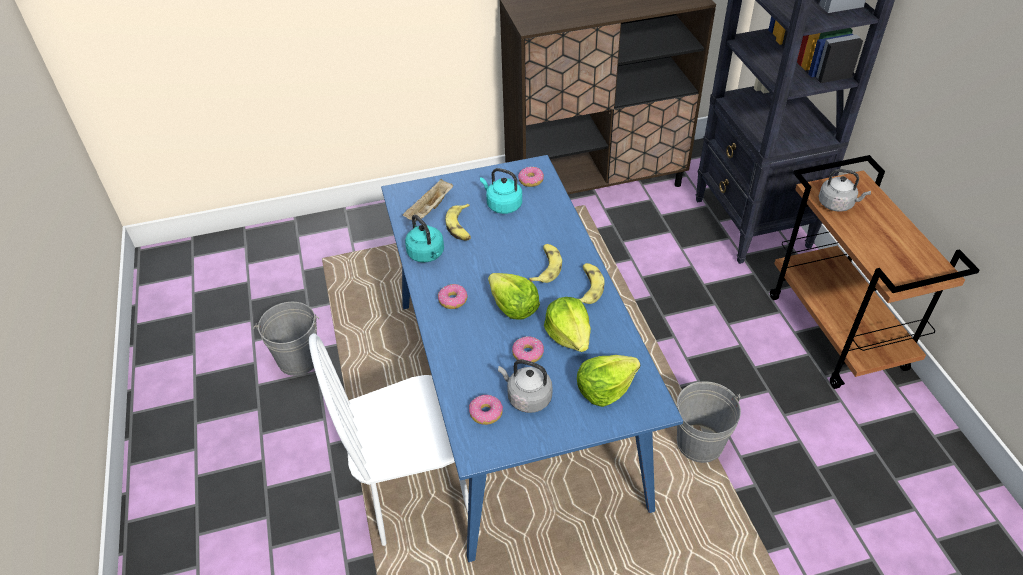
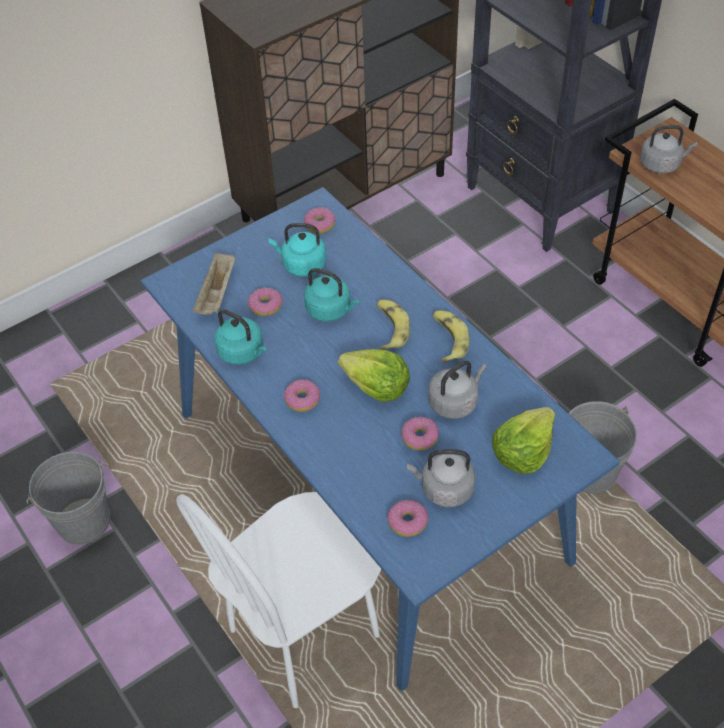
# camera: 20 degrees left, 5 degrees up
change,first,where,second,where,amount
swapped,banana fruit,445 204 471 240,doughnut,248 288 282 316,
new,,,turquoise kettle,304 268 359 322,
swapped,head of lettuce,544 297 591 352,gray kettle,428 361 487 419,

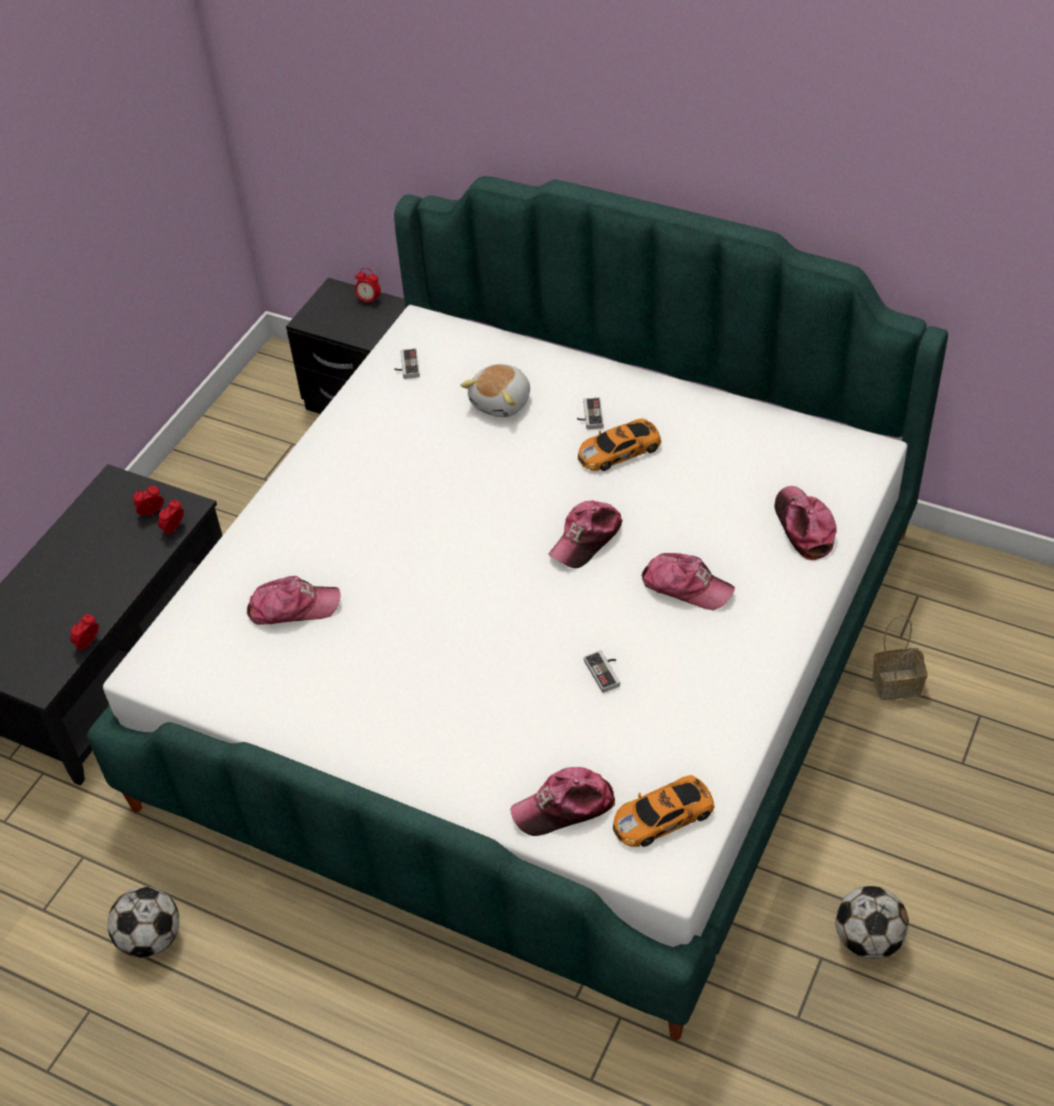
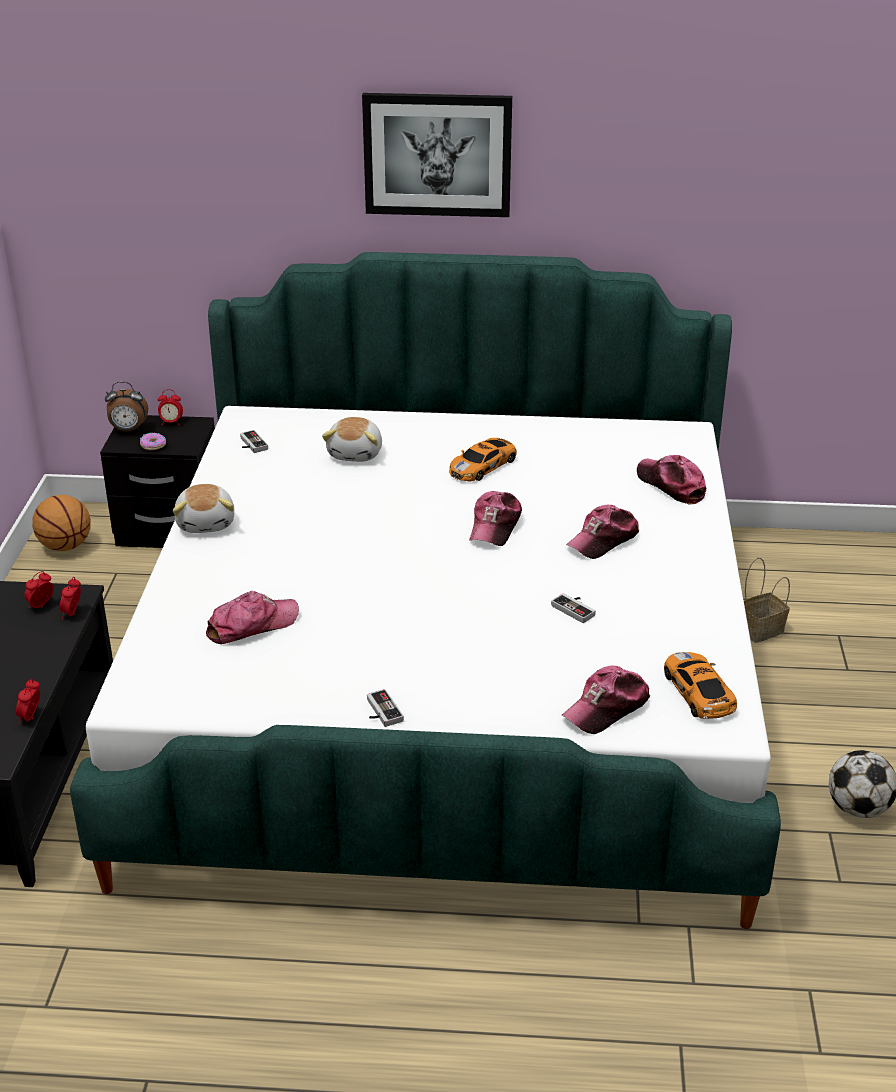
# camera: 25 degrees left, 15 degrees down
change,first,where,second,where,amount
new,,,basketball ball,32 495 91 551,
new,,,alarm clock,105 382 148 431,
new,,,doughnut,140 433 166 450,
new,,,cuddly toy,173 484 234 533,
new,,,wall art,362 93 512 217,
shifted,gamepad,577 398 604 429,,367 689 404 727,
rotated,cap,642 553 735 610,,566 505 640 559,135 degrees clockwise
rotated,model car,613 775 715 847,,664 652 737 719,120 degrees clockwise
gone,football ball,108 886 179 958,,,

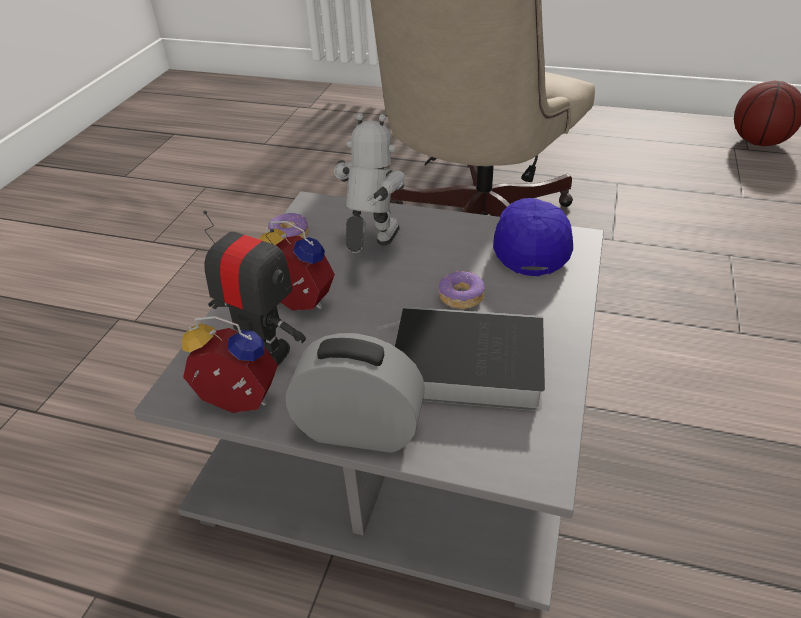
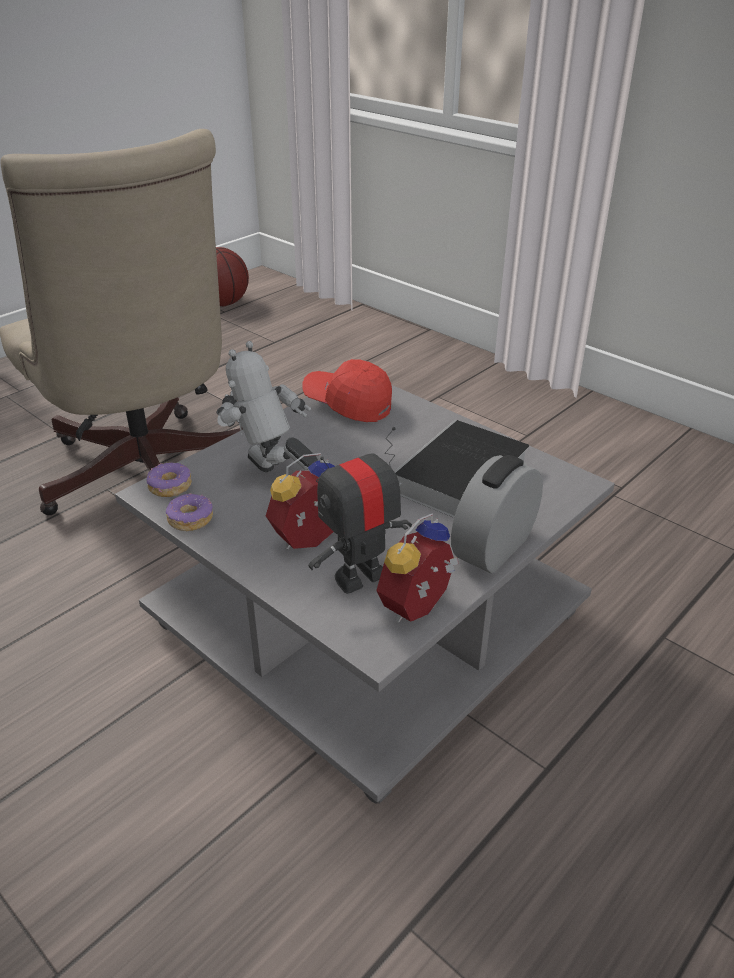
# camera: 65 degrees left, 5 degrees down
change,first,where,second,where,amount
shifted,doughnut,439 270 485 309,,147 463 192 497,
repainted,blue-coloured cap,493 198 573 276,red-coloured cap,302 359 392 422,

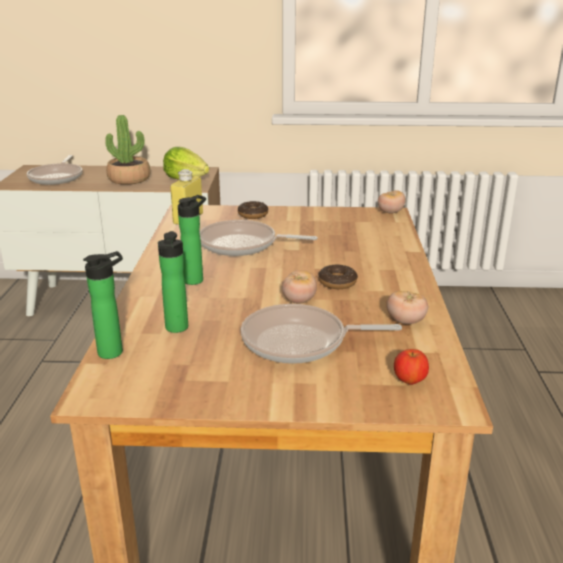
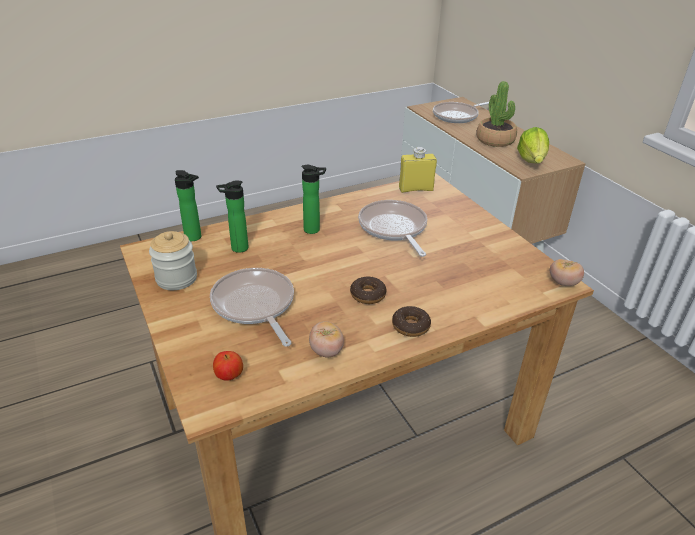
# camera: 60 degrees right, 10 degrees up
change,first,where,second,where,amount
new,,,preserve jar,149 231 197 290,
shifted,doughnut,238 201 268 219,,392 306 431 337,
gone,fresh tomato,282 270 317 303,,,

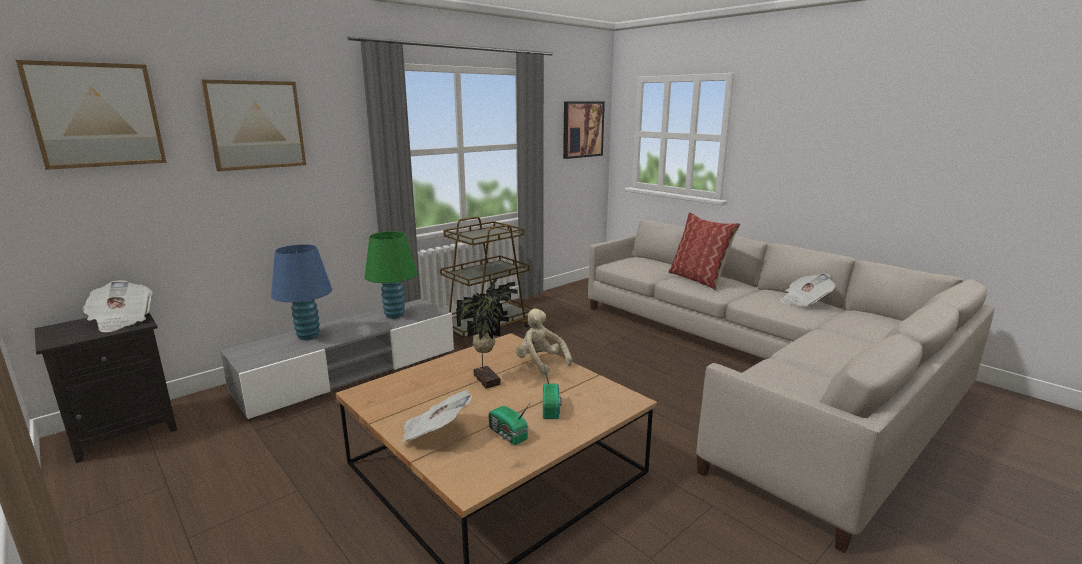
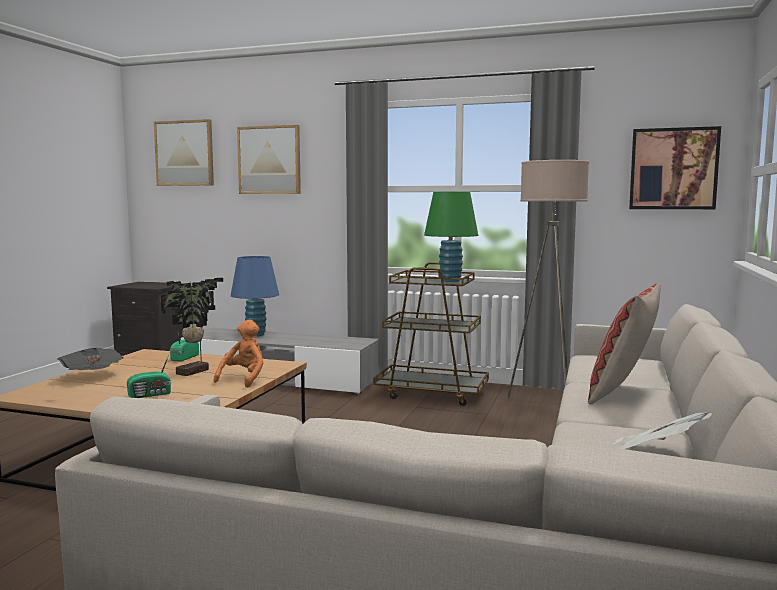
# camera: 60 degrees right, 10 degrees down
change,first,where,second,where,amount
shifted,radio,488 402 531 445,,170 333 199 362,
repainted,beige-coloured cuddly toy,516 309 572 375,orange cuddly toy,214 320 263 388,
shifted,greenish lamp for a table,365 232 417 319,,424 192 478 282,
new,,,beige-coloured standing lamp,507 160 589 399,
gone,printed paper,82 280 152 333,,,

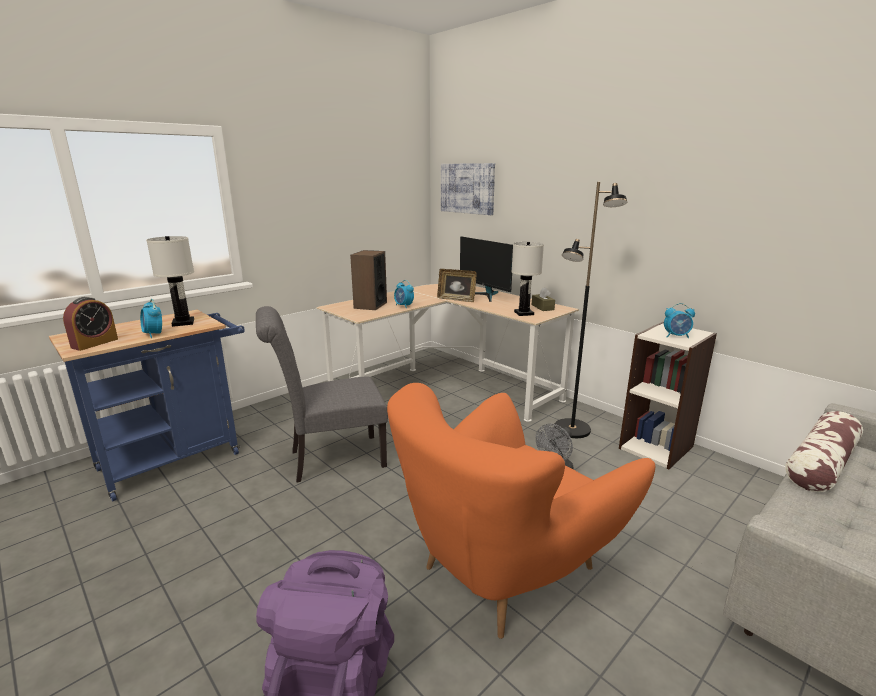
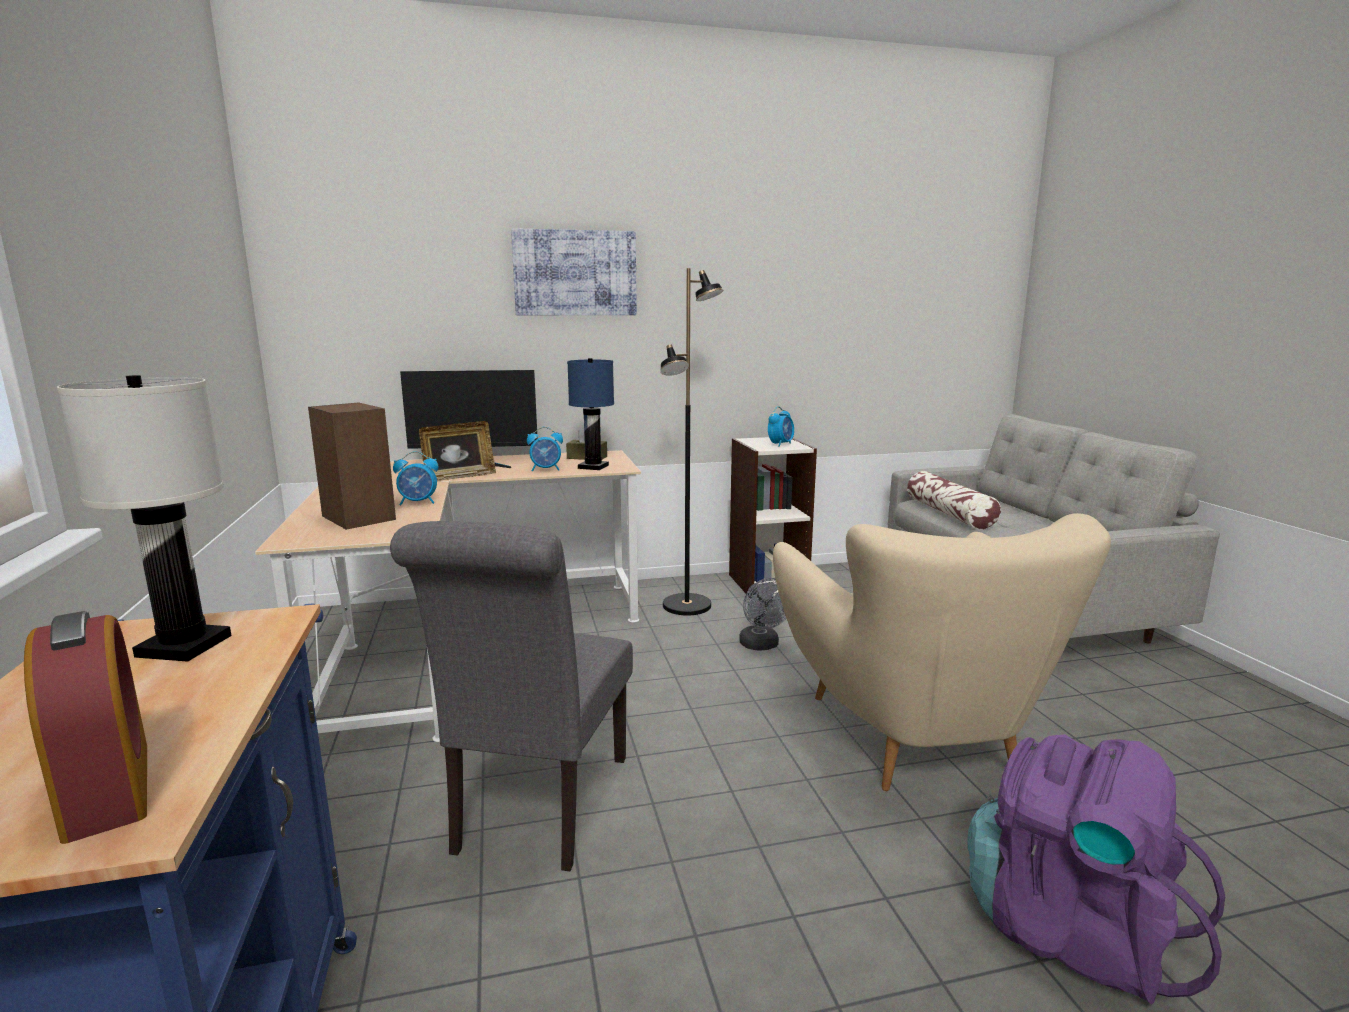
# camera: 60 degrees left, 5 degrees down
change,first,where,second,where,amount
shifted,wall art,441 163 495 215,,511 228 637 315,
shifted,alarm clock,140 299 162 338,,527 427 563 472,
repainted,white-coloured lamp for a table,511 242 544 316,blue-coloured lamp for a table,567 358 614 470,
repainted,orange armchair,387 383 655 639,beige-coloured armchair,773 513 1111 791,

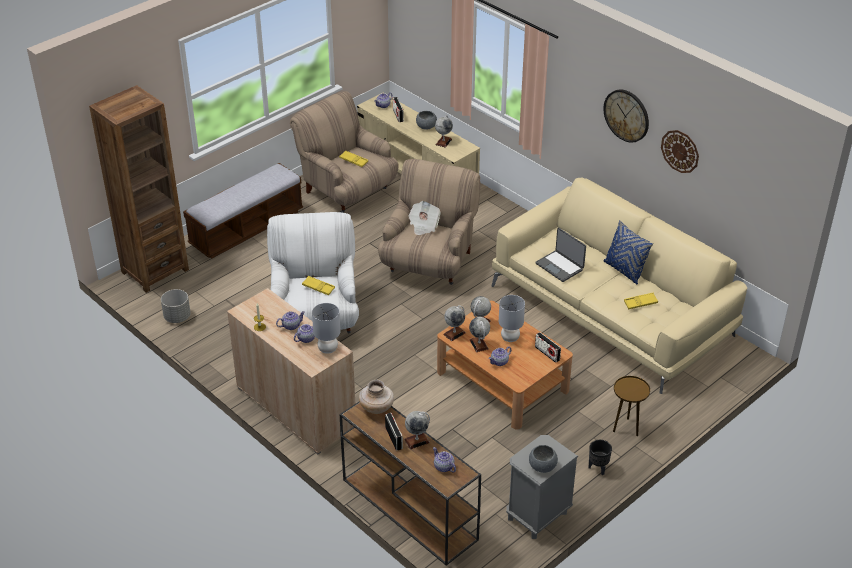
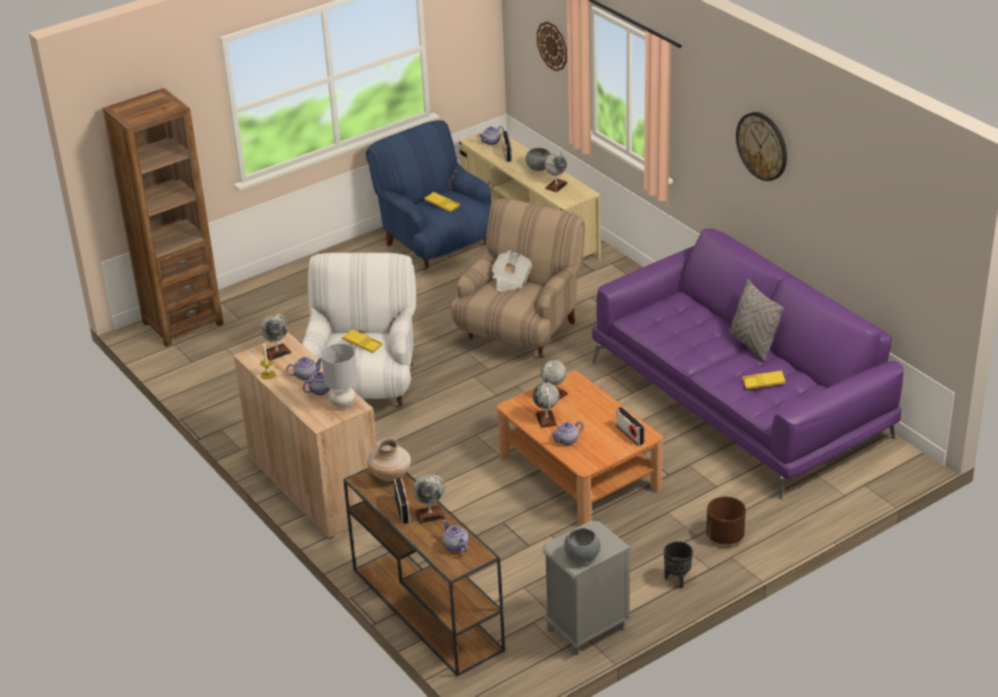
# camera: 10 degrees right, 5 degrees down
change,first,where,second,where,amount
shifted,globe,443 305 466 341,,260 314 292 360,
repainted,beige-coloured armchair,290 91 399 213,blue-coloured armchair,366 120 492 270,
shifted,hanging clock,661 130 699 173,,537 21 567 71,
repainted,beige-coloured settee,492 178 747 394,purple settee,592 228 904 500,
swapped,brown-coloured end table,613 376 650 436,brown-coloured plant pot,706 496 746 545,
repainted,blue-coloured cushion,603 220 653 284,gray cushion,728 279 784 361,
gone,gray plant pot,161 289 191 323,,,
gone,long seat,183 163 303 259,,,
gone,gray lamp for a table,499 295 525 342,,,
gone,notebook computer,535 227 586 282,,,

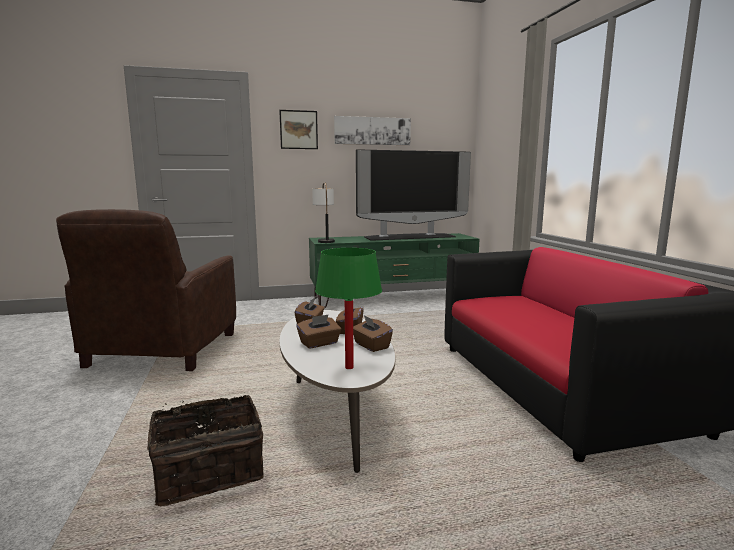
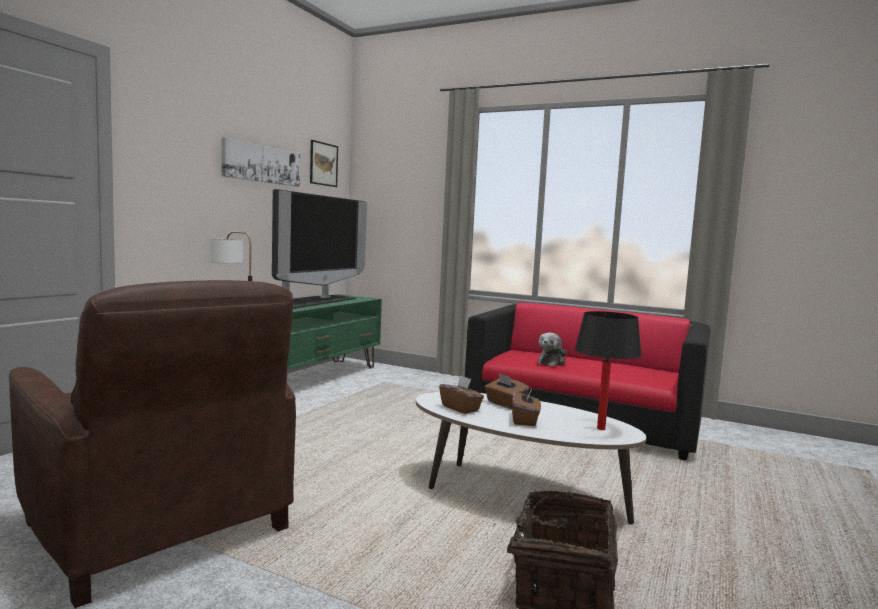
# camera: 50 degrees left, 5 degrees down
change,first,where,second,where,amount
shifted,wall art,279 110 318 149,,310 140 338 187,
new,,,cuddly toy,538 333 567 367,
repainted,greenish lamp for a table,315 248 382 369,black-coloured lamp for a table,575 311 642 430,
gone,brown-coloured tissue box,353 315 393 352,,,

